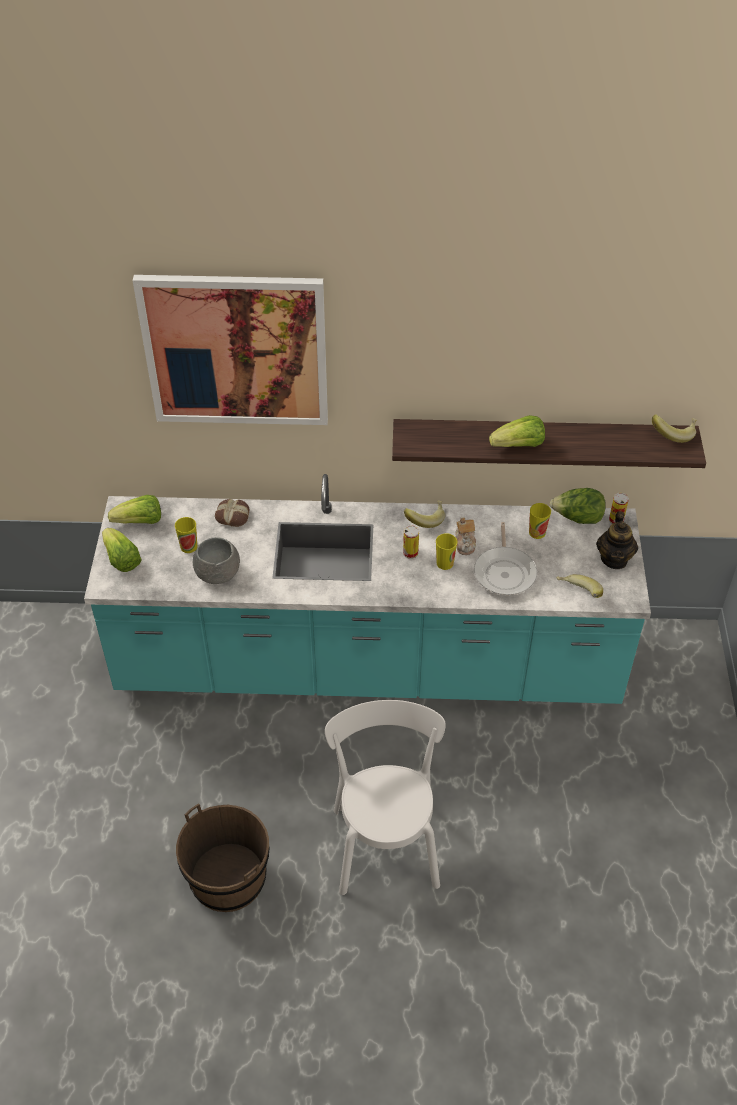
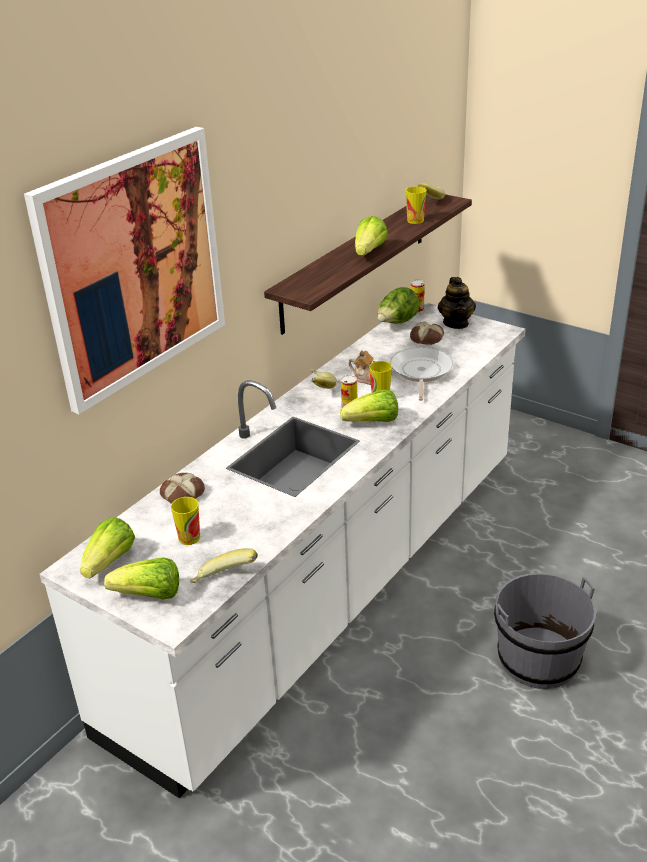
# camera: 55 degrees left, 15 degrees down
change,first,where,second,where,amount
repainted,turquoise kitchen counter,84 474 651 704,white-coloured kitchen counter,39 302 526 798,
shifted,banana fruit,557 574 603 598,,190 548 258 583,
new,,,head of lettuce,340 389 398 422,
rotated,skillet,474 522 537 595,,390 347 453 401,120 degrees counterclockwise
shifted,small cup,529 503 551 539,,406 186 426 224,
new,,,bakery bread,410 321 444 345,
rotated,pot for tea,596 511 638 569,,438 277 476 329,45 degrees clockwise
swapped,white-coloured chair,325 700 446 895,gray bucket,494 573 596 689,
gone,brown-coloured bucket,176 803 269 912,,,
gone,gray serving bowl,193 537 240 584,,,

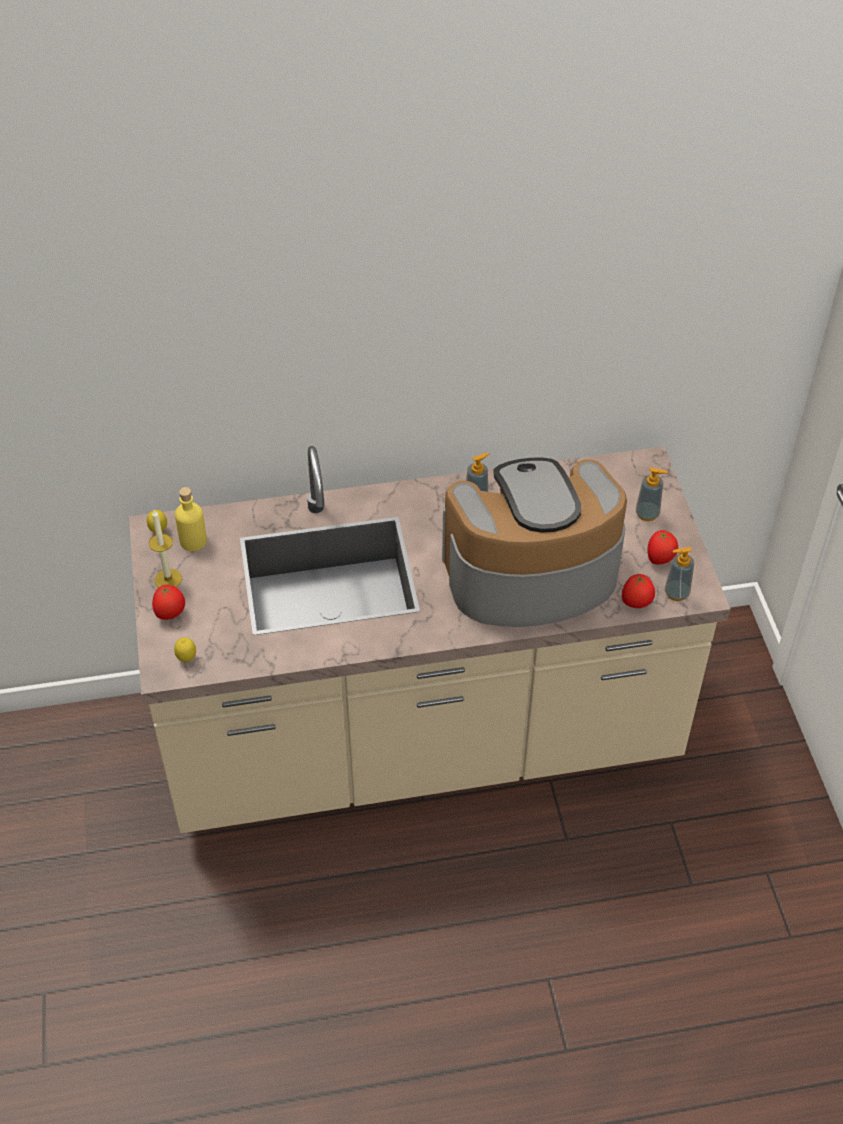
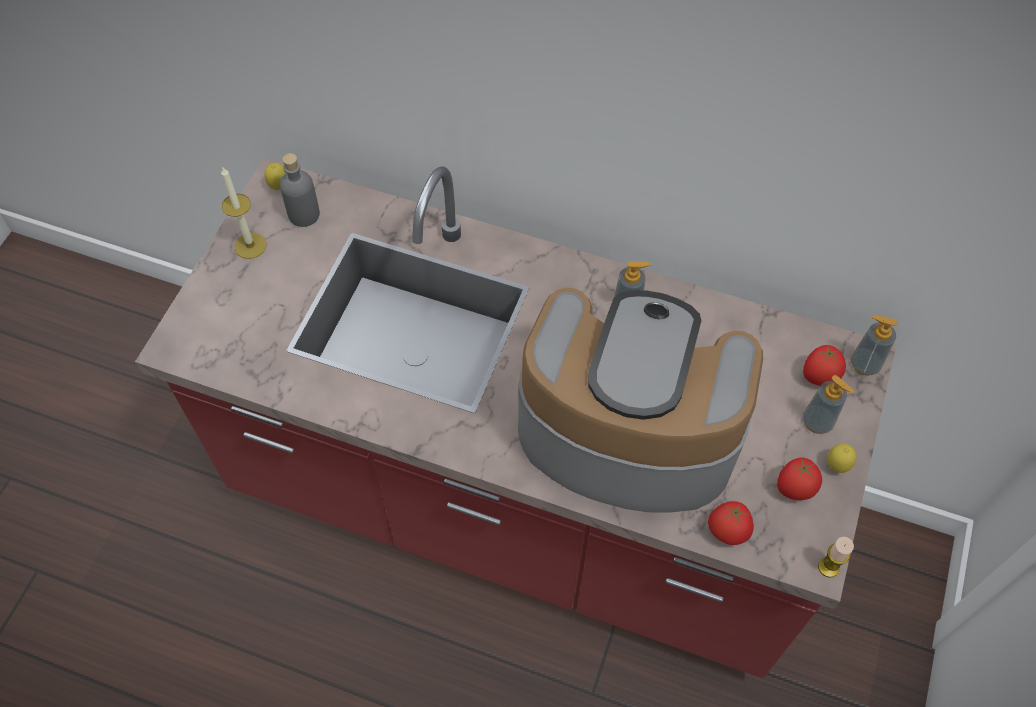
# camera: 30 degrees right, 10 degrees up
change,first,where,second,where,amount
repainted,beige-coloured kitchen counter,129 446 730 833,red-coloured kitchen counter,135 157 896 678,
repainted,yellowish bottle,175 487 207 551,gray bottle,280 153 320 227,
shifted,fresh tomato,152 585 185 620,,803 345 846 386,
new,,,candle,818 537 854 577,
shifted,lemon,174 637 196 662,,827 443 856 473,
shifted,soap bottle,665 547 694 601,,851 315 897 376,

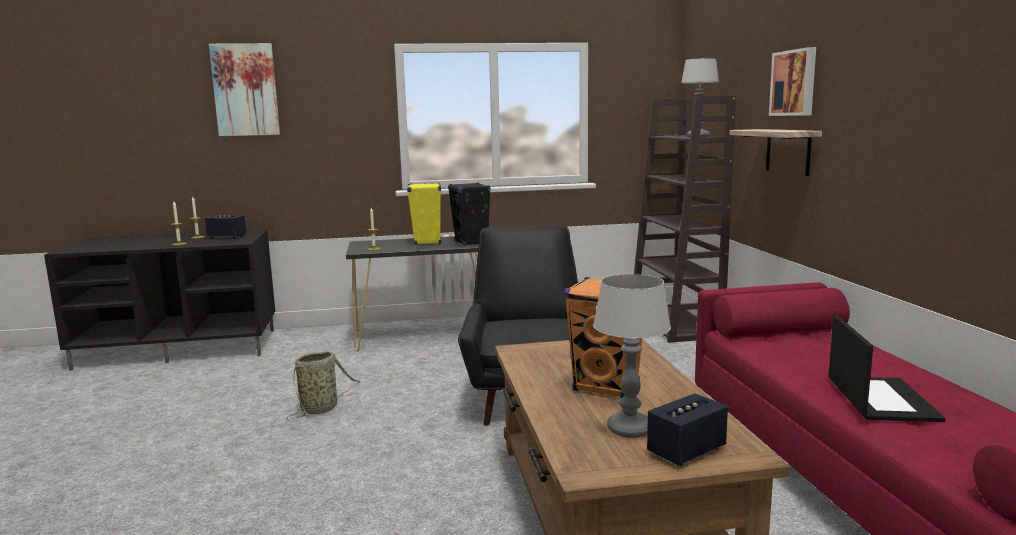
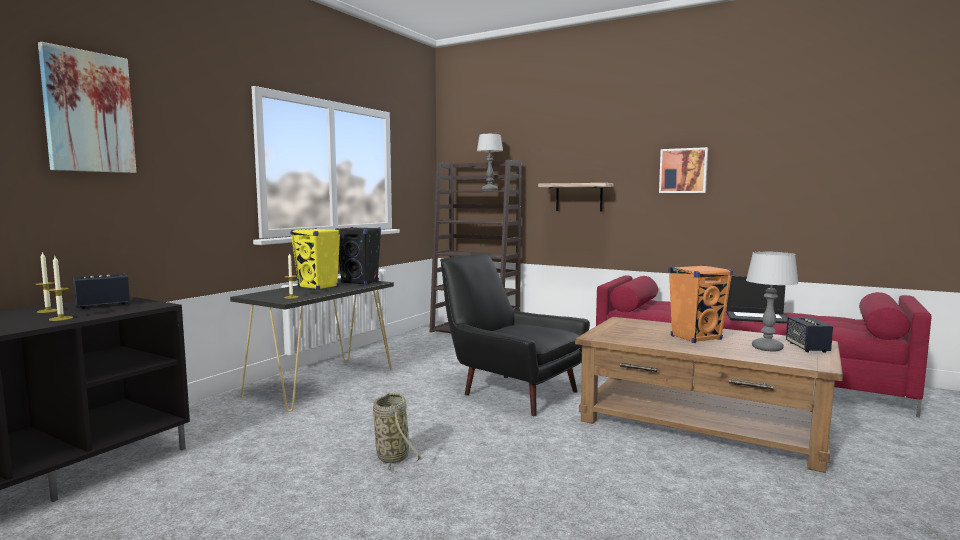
# camera: 50 degrees left, 5 degrees down
change,first,where,second,where,amount
shifted,wall art,769 47 816 116,,659 147 708 193,
rotated,notebook computer,828 315 946 422,,726 276 787 324,150 degrees clockwise

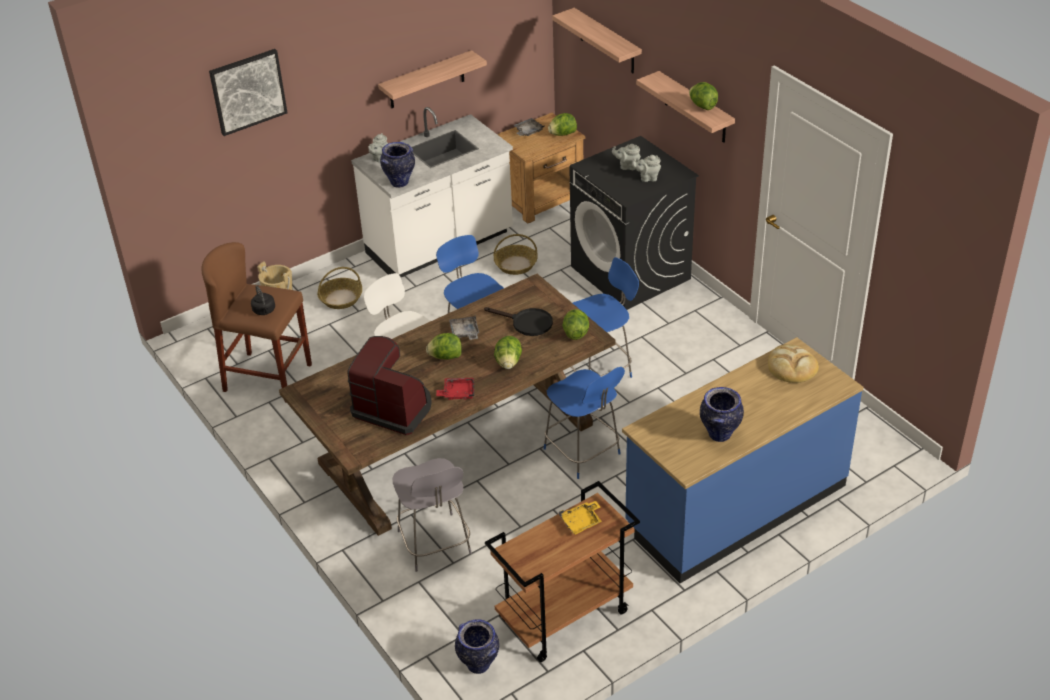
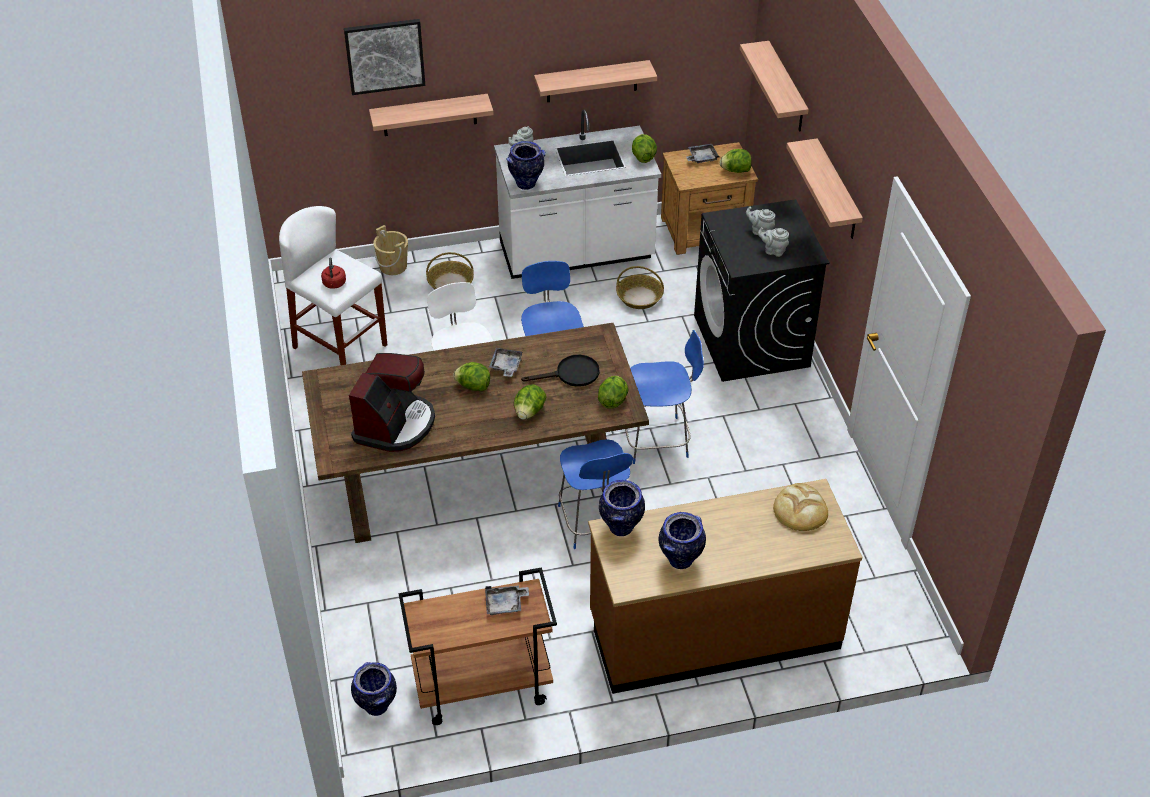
# camera: 20 degrees right, 5 degrees up
change,first,where,second,where,amount
repainted,brown-coloured stool,201 242 312 403,white-coloured stool,279 206 387 365,
repainted,black-coloured kettle,251 286 275 315,red-coloured kettle,321 257 346 289,
rotated,coffee machine,347 336 432 435,,349 353 435 452,60 degrees clockwise
new,,,bracket shelf,369 94 493 136,
repainted,yellowish tray,559 501 602 534,gray tray,485 586 529 615,
rotated,black-coloured skillet,484 307 553 336,,521 355 600 387,60 degrees counterclockwise
repainted,blue-coloured kitchen counter,622 337 864 583,brown-coloured kitchen counter,588 479 862 694,
new,,,decorative vase,599 480 645 536,
shifted,head of lettuce,689 82 718 110,,632 134 657 163,
gone,gray chair,393 458 472 572,,,
gone,red-coloured tray,436 378 474 400,,,

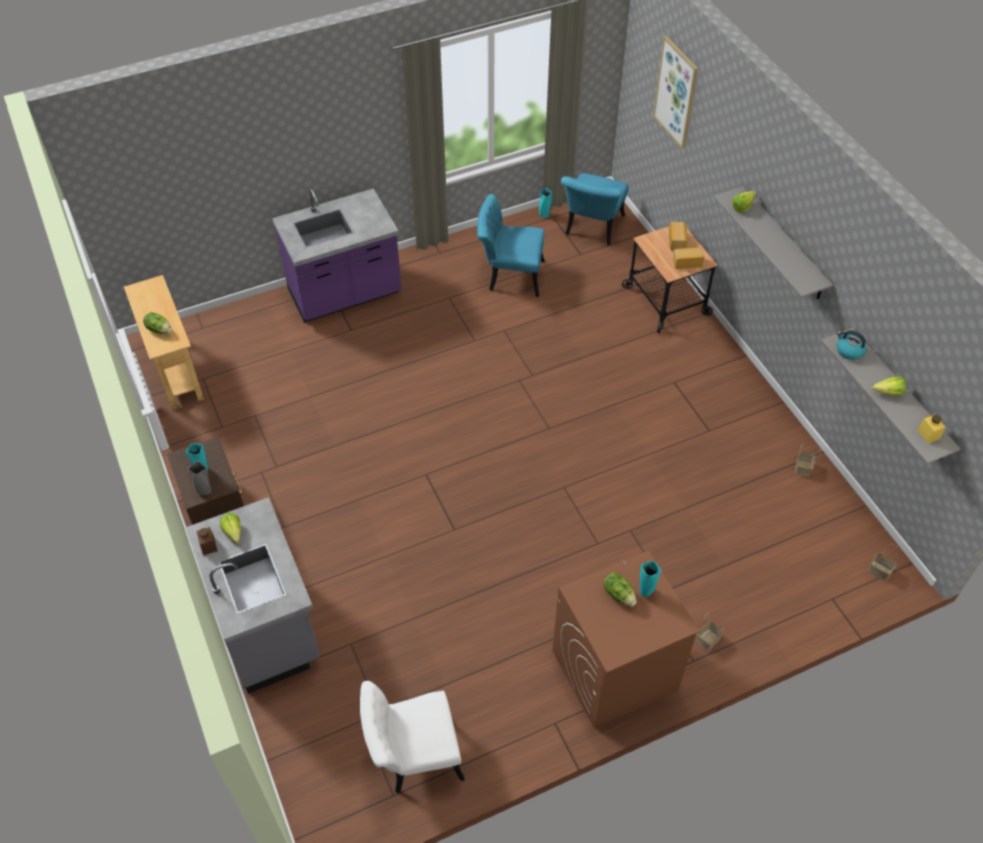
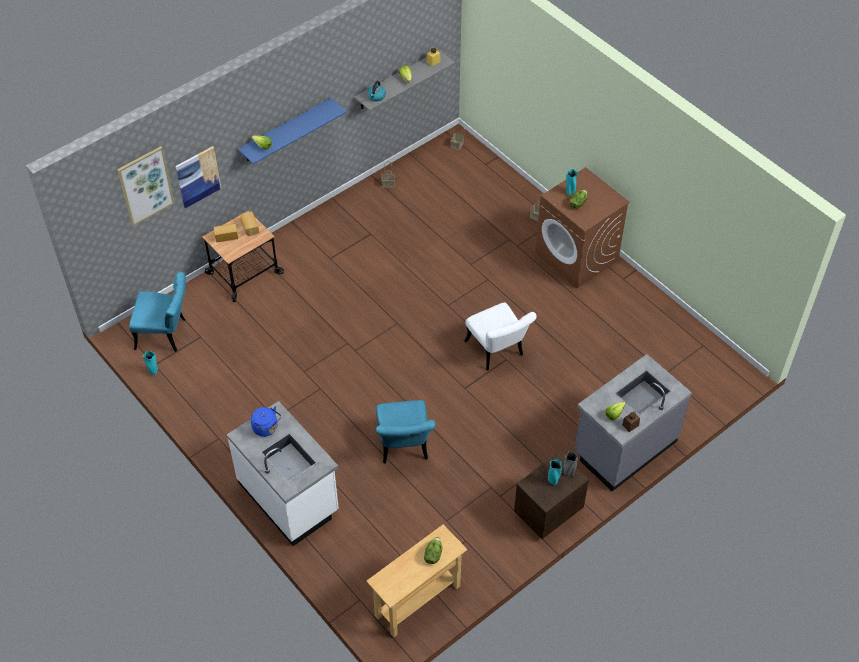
# camera: 105 degrees left, 0 degrees up
change,first,where,second,where,amount
new,,,wall art,176 146 221 208,
repainted,purple kitchen counter,272 189 402 323,white-coloured kitchen counter,227 401 339 546,
repainted,gray bracket shelf,714 186 833 299,blue-coloured bracket shelf,238 98 347 164,
new,,,blue-coloured kettle,251 406 281 437,
shifted,turquoise chair,477 194 545 297,,376 400 436 463,
shifted,white-coloured chair,360 681 465 793,,464 302 536 371,

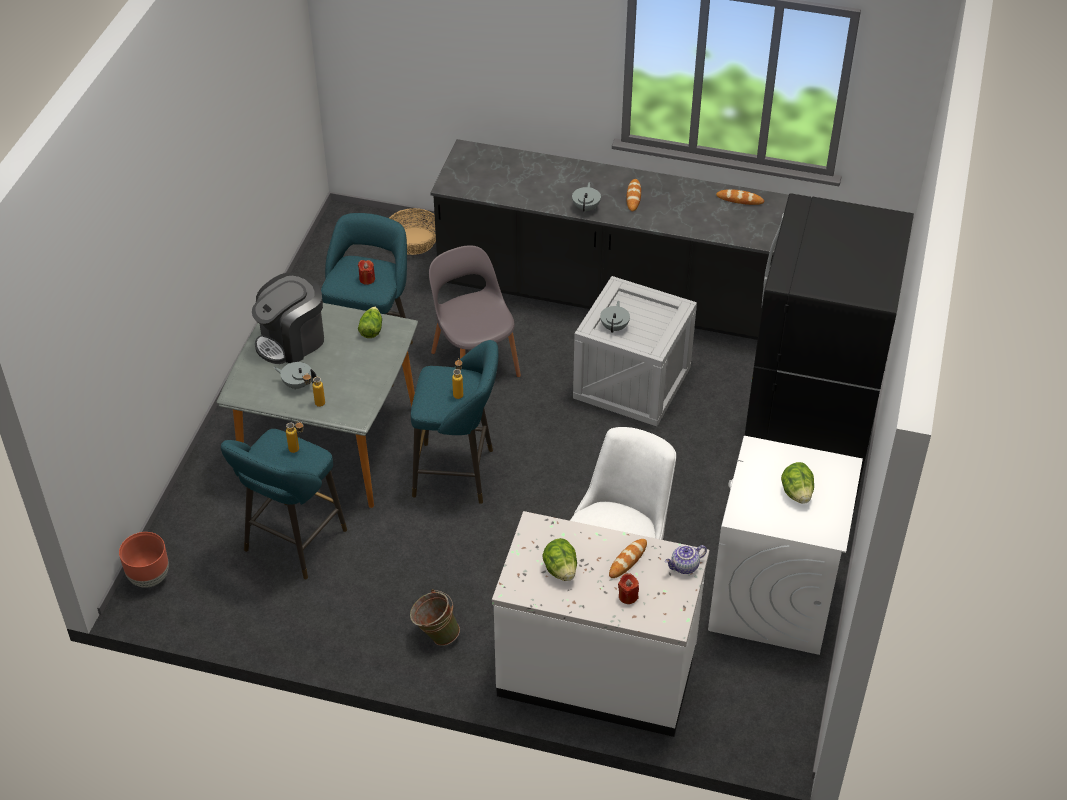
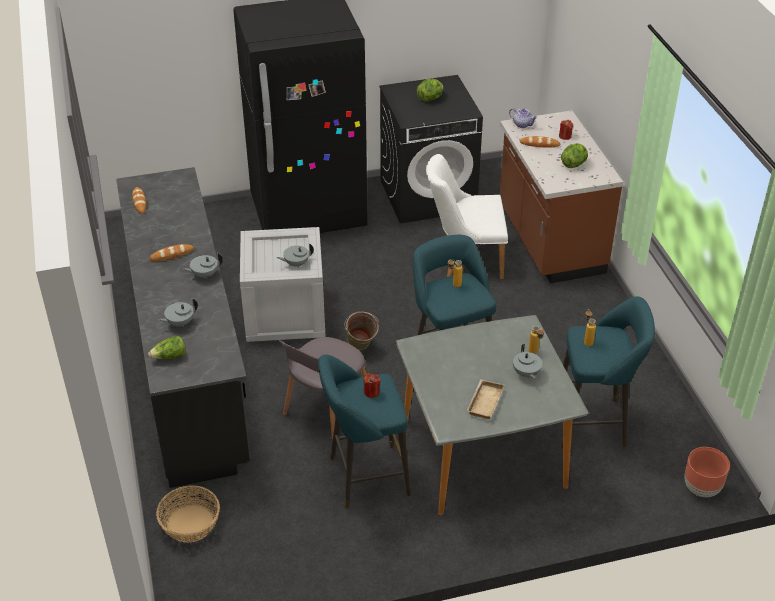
# camera: 120 degrees left, 5 degrees down
change,first,where,second,where,amount
shifted,head of lettuce,358 306 382 338,,148 336 186 359,
new,,,gray pot for tea,158 298 198 327,
shifted,greenish bucket,410 589 460 646,,344 312 379 350,
repainted,white-coloured laundry machine,708 436 863 655,black-coloured laundry machine,380 75 483 223,
swapped,coffee machine,252 272 324 364,beige-coloured tray,467 379 504 419,
repainted,white-coloured kitchen counter,492 511 710 737,brown-coloured kitchen counter,500 110 623 283,

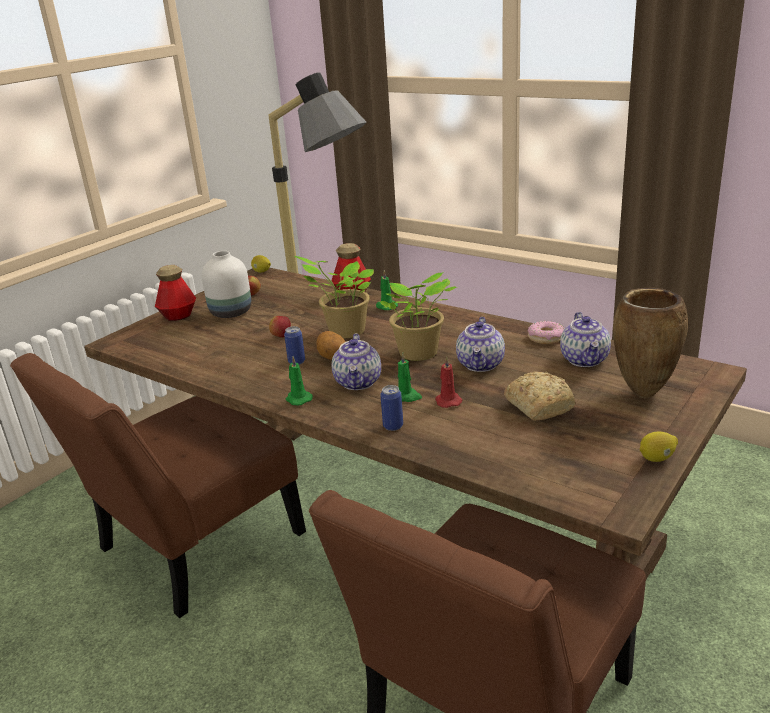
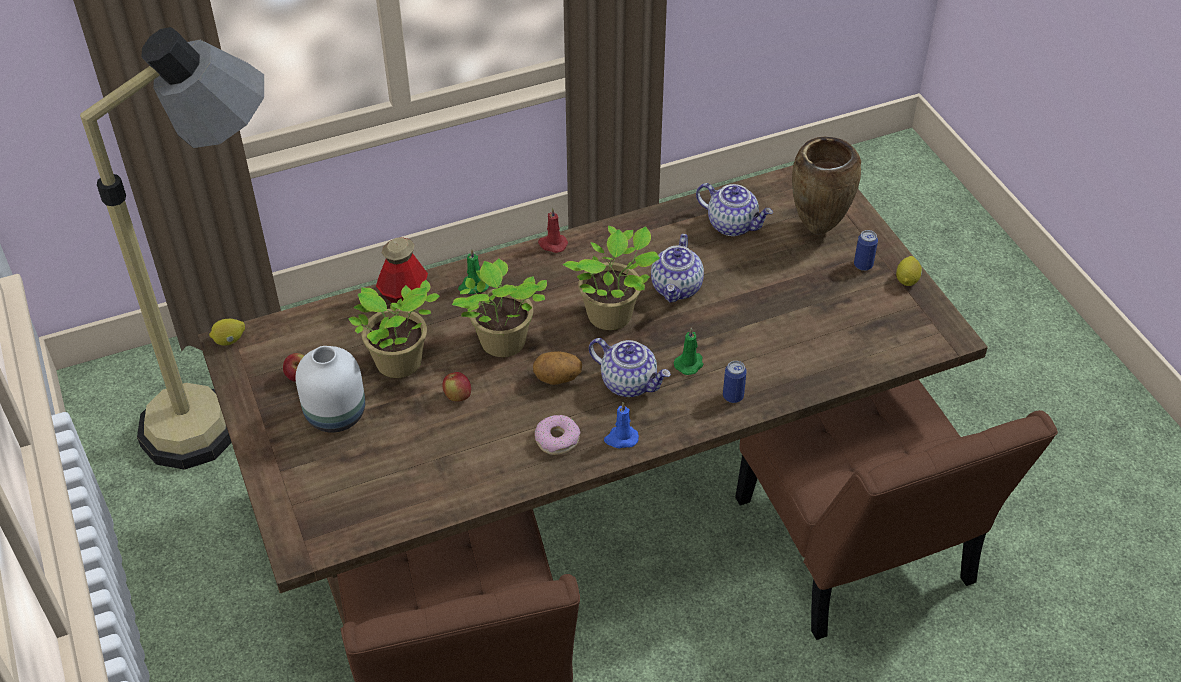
# camera: 60 degrees left, 20 degrees up
change,first,where,second,where,amount
new,,,houseplant,348 280 440 378,
shifted,doughnut,528 321 564 344,,535 415 580 455,
shifted,red-coloured candle,435 356 462 408,,538 207 568 253,
repainted,greenish candle,286 356 313 405,blue-coloured candle,604 402 639 448,
rotated,pot for tea,456 317 505 372,,651 234 704 303,60 degrees clockwise
shifted,metal can,284 326 305 365,,854 230 878 271,
gone,bottle,155 265 196 321,,,
gone,bakery bread,504 371 575 421,,,

